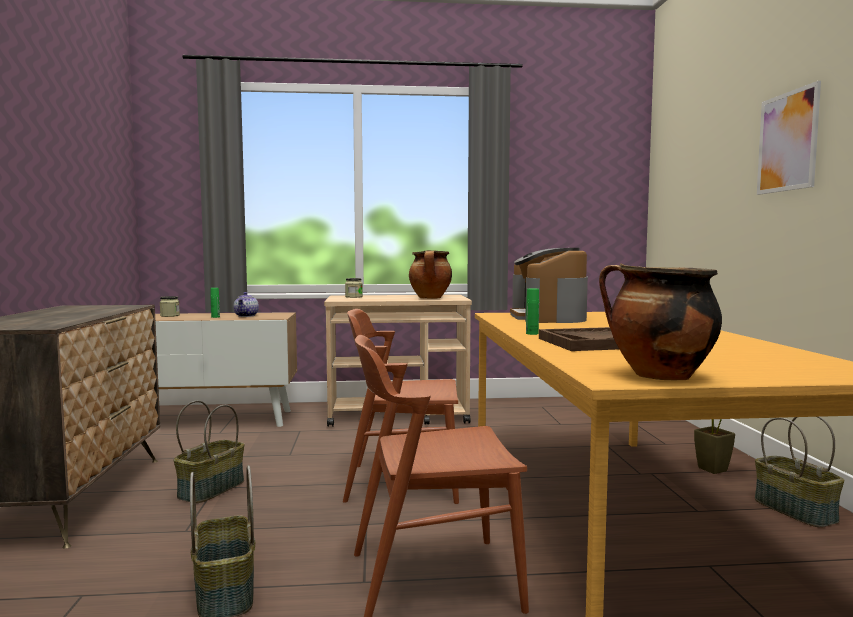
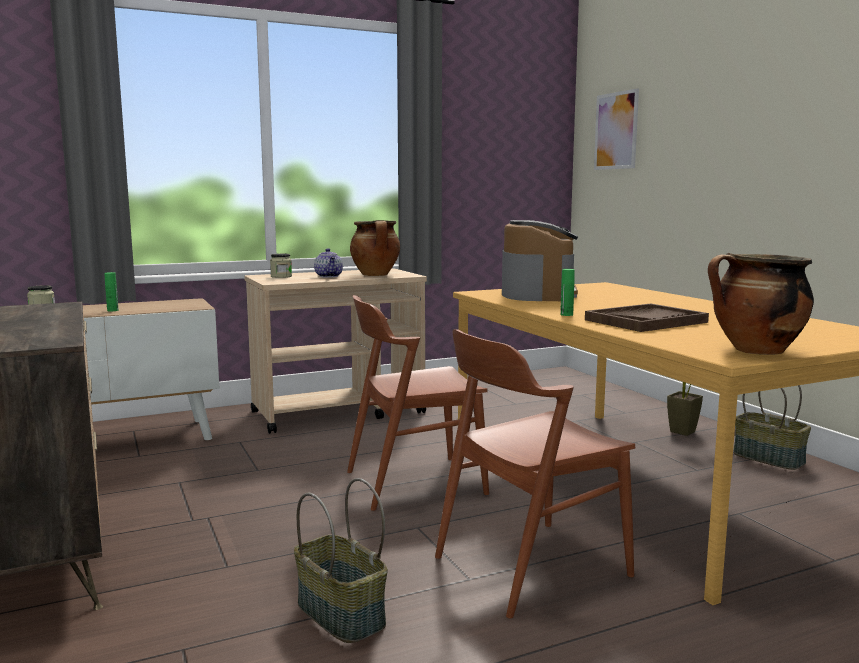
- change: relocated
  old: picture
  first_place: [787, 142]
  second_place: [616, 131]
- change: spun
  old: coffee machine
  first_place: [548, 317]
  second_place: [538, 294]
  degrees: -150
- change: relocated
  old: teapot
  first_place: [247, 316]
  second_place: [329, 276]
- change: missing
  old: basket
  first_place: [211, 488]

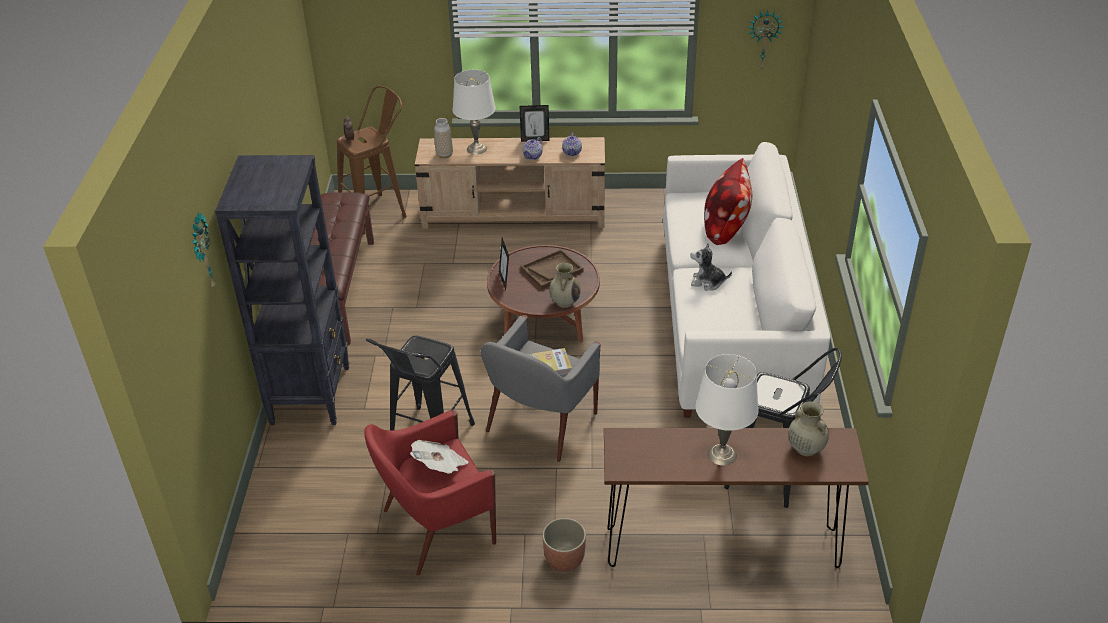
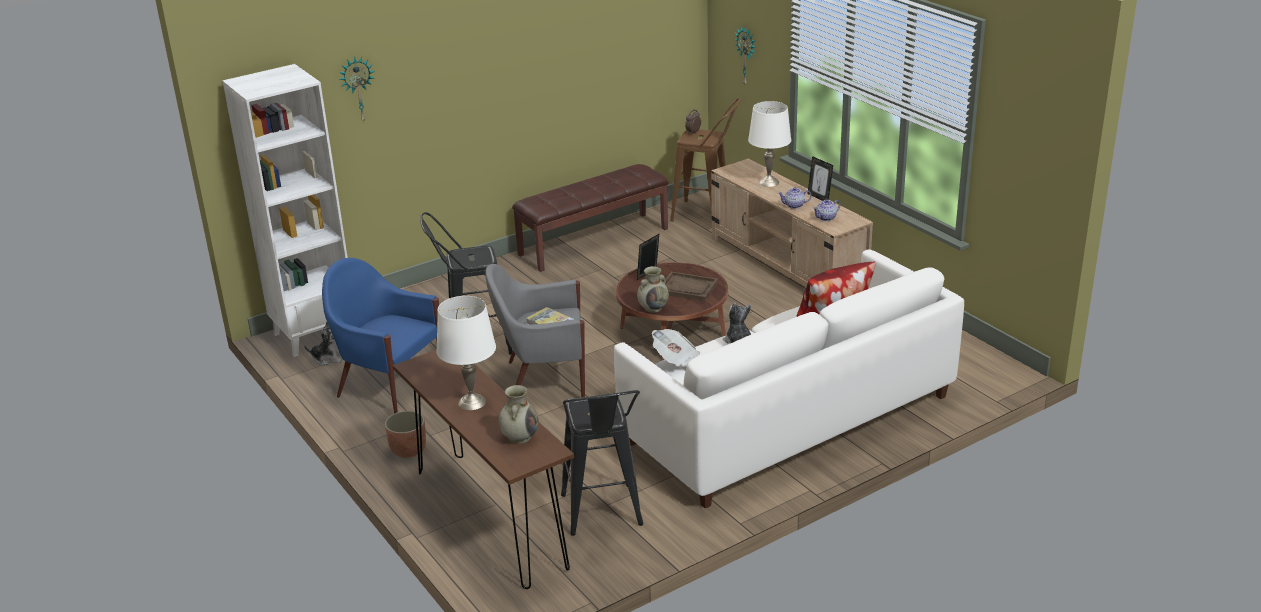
- change: relocated
  old: wall clock
  first_place: [764, 39]
  second_place: [747, 55]
- change: missing
  old: vase
  first_place: [444, 155]
- change: missing
  old: black bookcase
  first_place: [311, 394]
- change: colour
  old: red armchair
  new: blue armchair
  first_place: [436, 527]
  second_place: [389, 385]
- change: relocated
  old: newspaper
  first_place: [440, 466]
  second_place: [677, 361]
- change: appeared
  new: white bookcase
  second_place: [315, 334]
- change: appeared
  new: plush toy
  second_place: [328, 358]

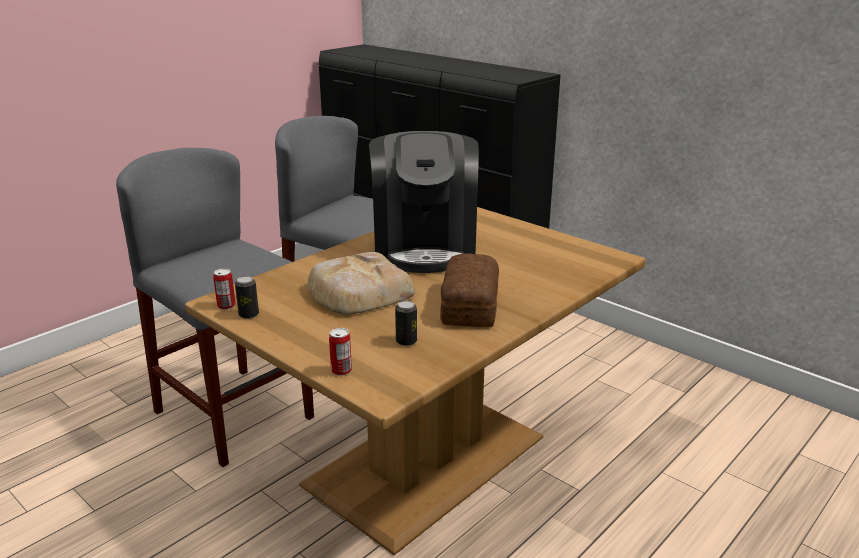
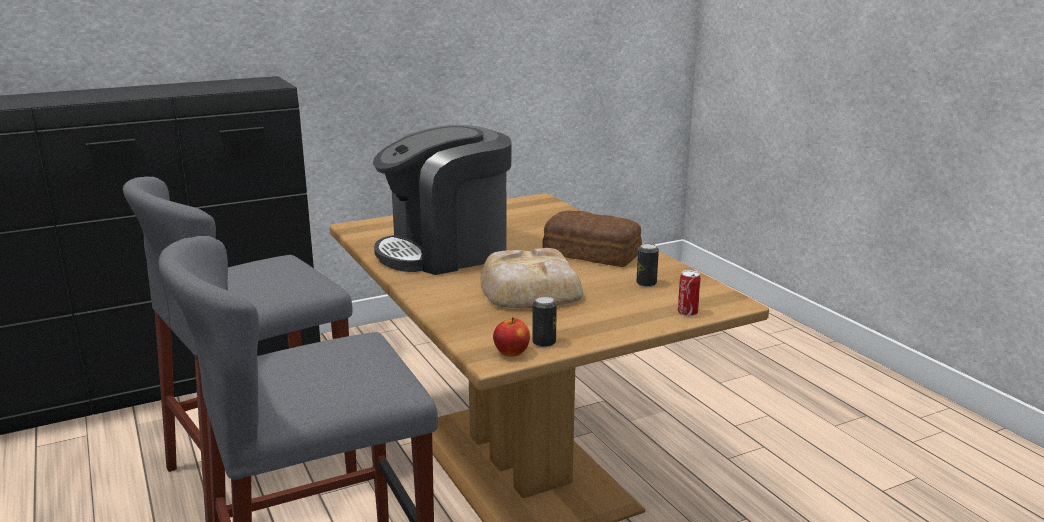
- change: spun
  old: coffee machine
  first_place: [424, 247]
  second_place: [446, 252]
  degrees: 135
- change: exchanged
  old: can
  new: apple
  first_place: [226, 306]
  second_place: [511, 353]

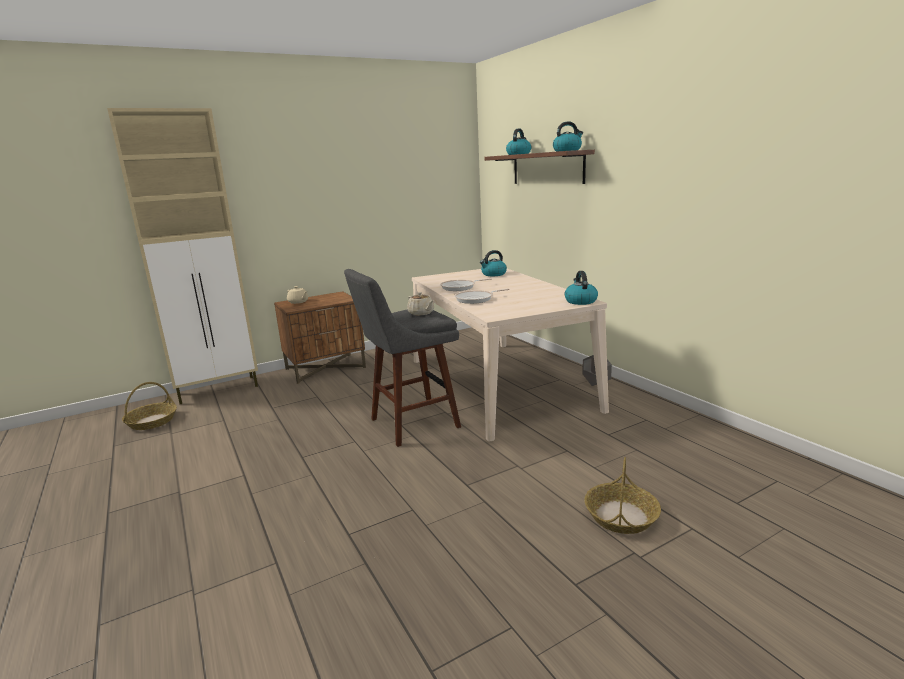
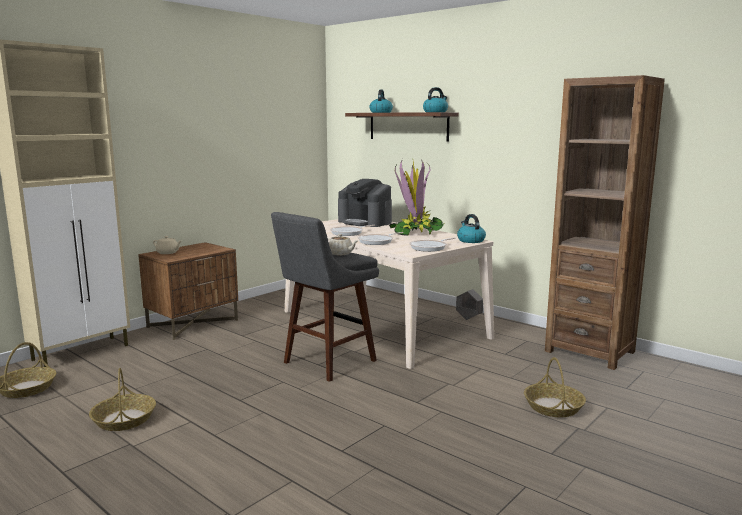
- change: exchanged
  old: kettle
  new: coffee machine
  first_place: [493, 274]
  second_place: [365, 222]
- change: appeared
  new: brown bookcase
  second_place: [589, 351]
- change: appeared
  new: potted plant
  second_place: [416, 232]
- change: appeared
  new: frying pan
  second_place: [430, 248]
- change: appeared
  new: basket
  second_place: [124, 419]

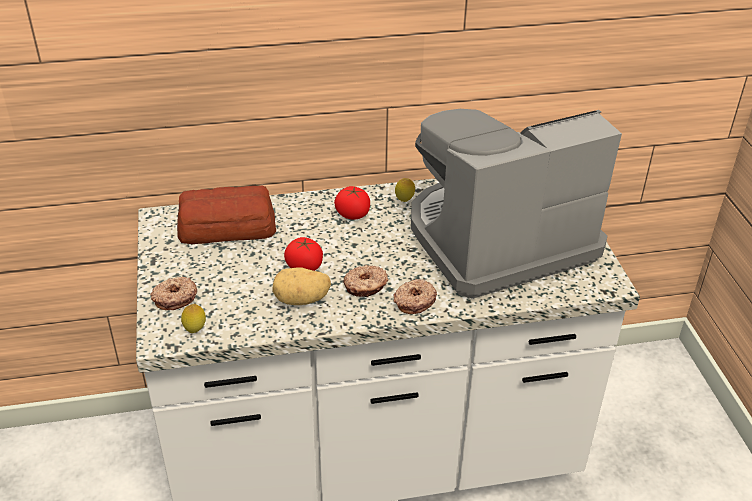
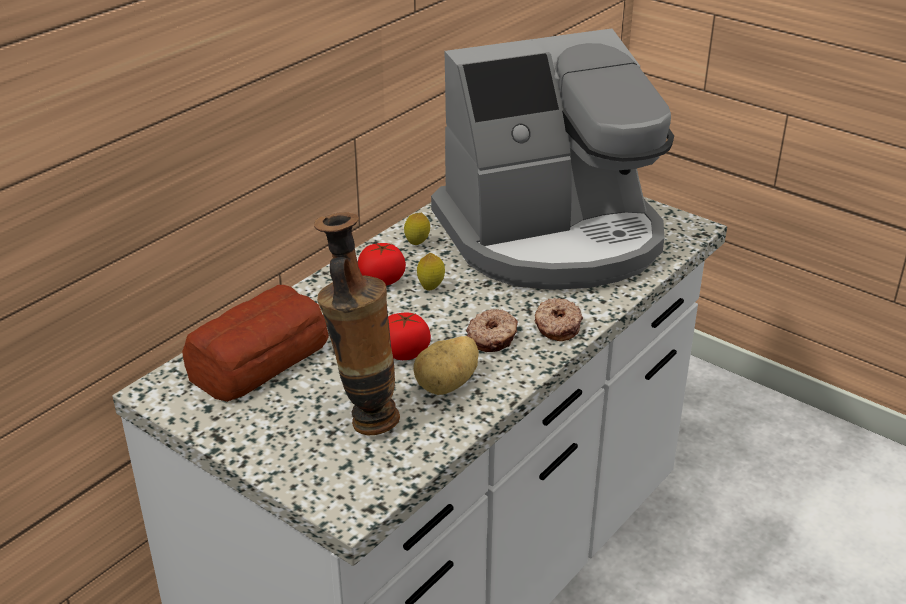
- change: spun
  old: coffee machine
  first_place: [497, 239]
  second_place: [552, 237]
  degrees: -135
- change: missing
  old: donut
  first_place: [174, 298]
- change: relocated
  old: lemon
  first_place: [195, 330]
  second_place: [431, 288]
- change: appeared
  new: vase
  second_place: [364, 417]

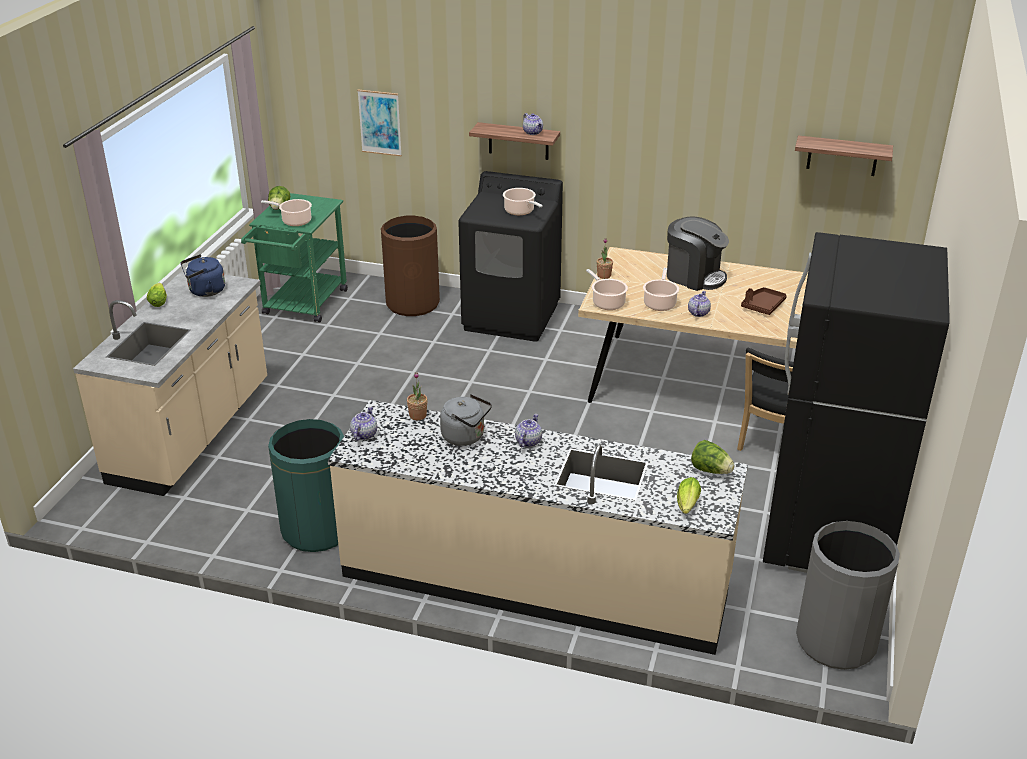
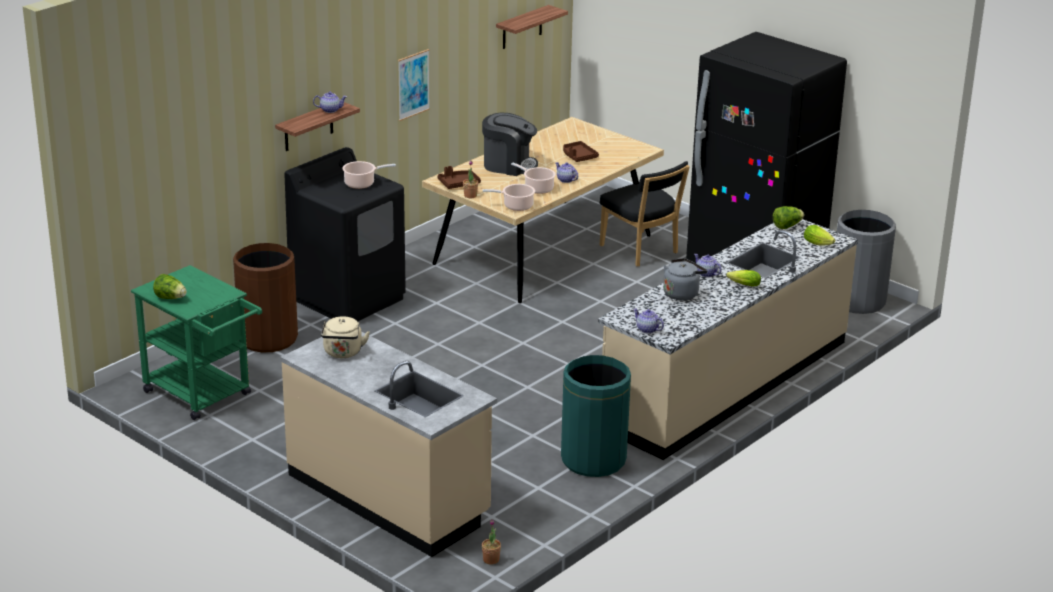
- change: relocated
  old: picture
  first_place: [380, 123]
  second_place: [413, 84]
- change: missing
  old: cooking pot
  first_place: [294, 221]
- change: spun
  old: coffee machine
  first_place: [694, 276]
  second_place: [508, 165]
  degrees: 45
- change: colour
  old: blue kettle
  new: beige kettle
  first_place: [205, 291]
  second_place: [343, 353]
- change: relocated
  old: lettuce
  first_place: [159, 301]
  second_place: [742, 285]
- change: relocated
  old: potted plant
  first_place: [417, 415]
  second_place: [491, 560]
- change: appeared
  new: brown tray
  second_place: [458, 184]

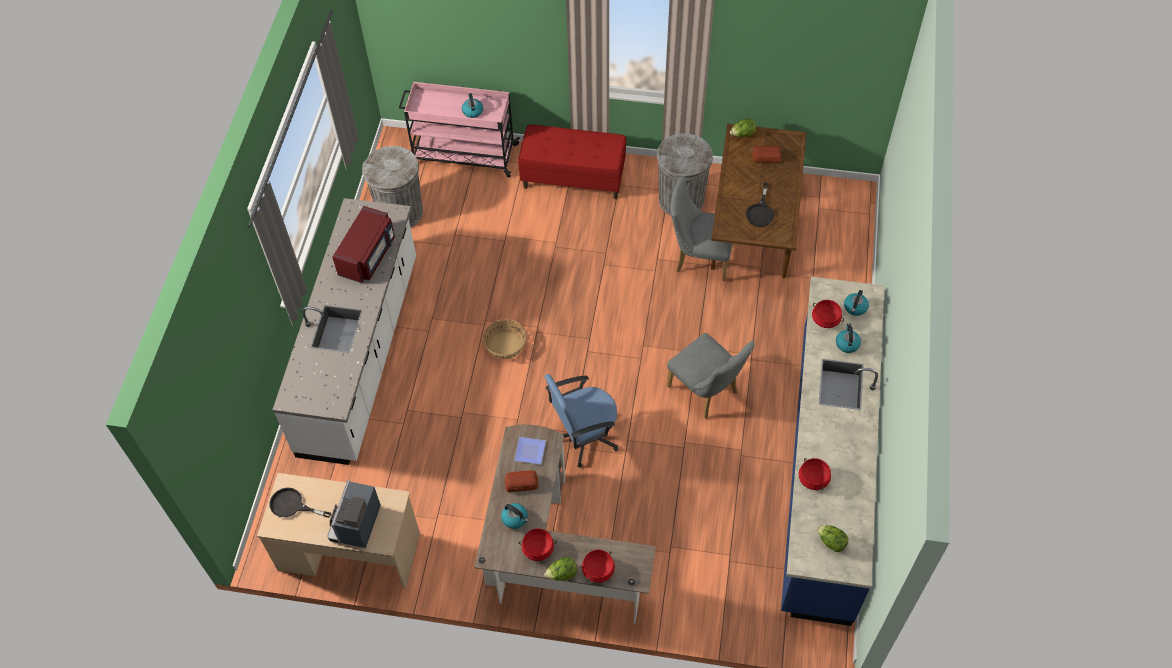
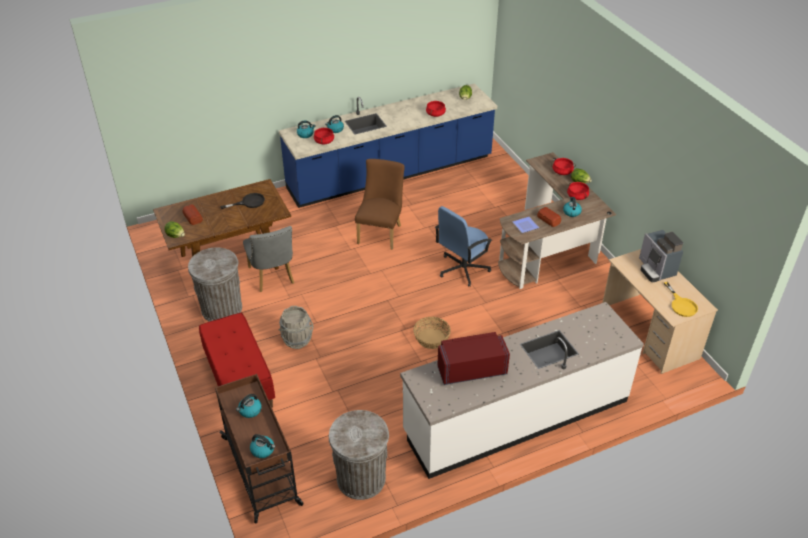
- change: colour
  old: pink cart
  new: brown cart
  first_place: [462, 155]
  second_place: [262, 472]
- change: colour
  old: grey chair
  new: brown chair
  first_place: [706, 392]
  second_place: [381, 232]
- change: spun
  old: blue office chair
  first_place: [583, 436]
  second_place: [462, 269]
  degrees: 105
- change: spun
  old: coffee machine
  first_place: [356, 526]
  second_place: [656, 269]
  degrees: 90
- change: colour
  old: black frying pan
  new: yellow frying pan
  first_place: [292, 505]
  second_place: [681, 305]
- change: appeared
  new: grey bucket
  second_place: [297, 339]
- change: appeared
  new: kettle
  second_place: [263, 450]

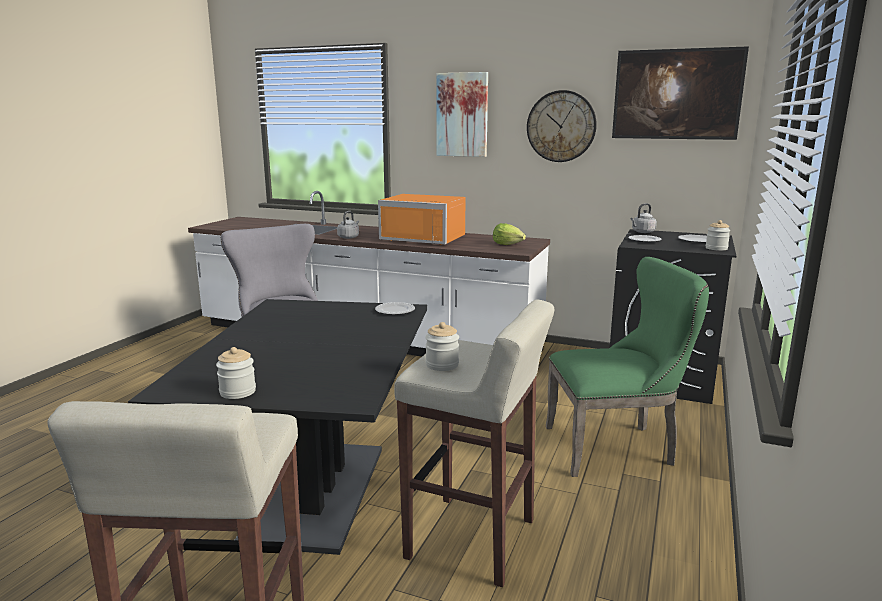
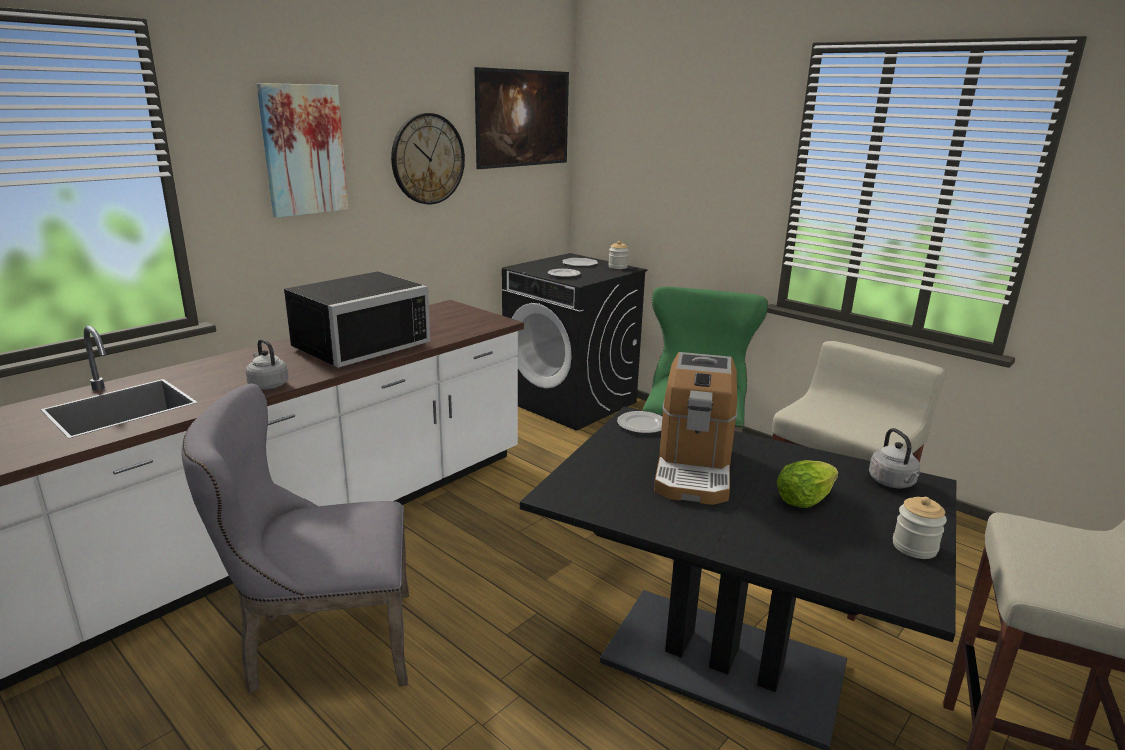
- change: colour
  old: orange microwave
  new: black microwave
  first_place: [425, 238]
  second_place: [357, 345]
- change: relocated
  old: grey kettle
  first_place: [642, 232]
  second_place: [893, 483]
- change: relocated
  old: lettuce
  first_place: [507, 244]
  second_place: [803, 500]
- change: missing
  old: jar
  first_place: [442, 365]
- change: appeared
  new: coffee machine
  second_place: [693, 469]

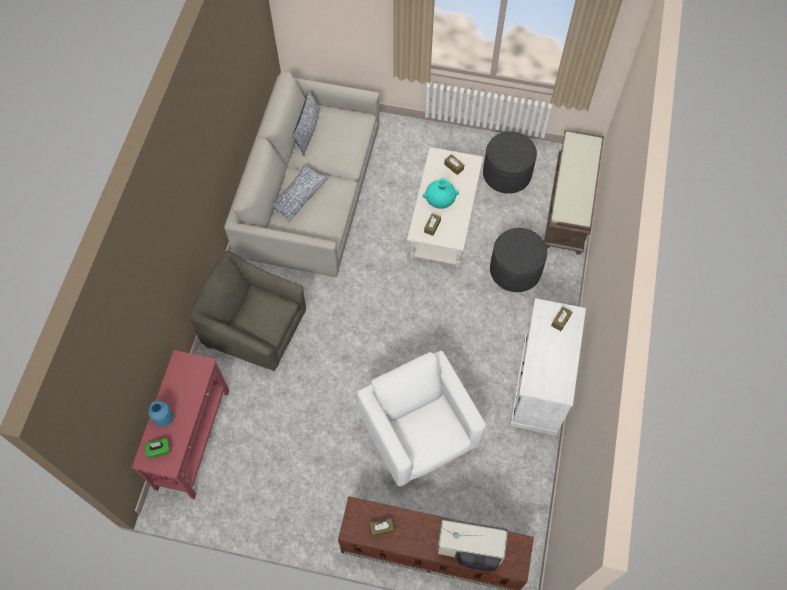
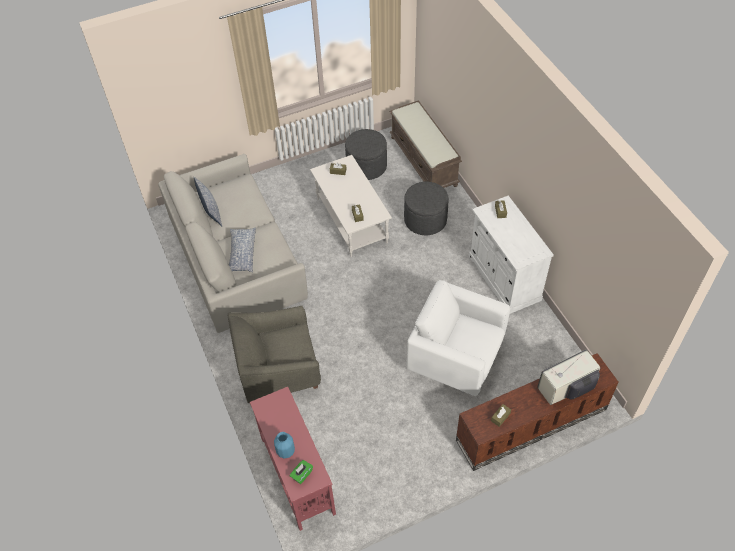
- change: missing
  old: turquoise vase
  first_place: [440, 200]

